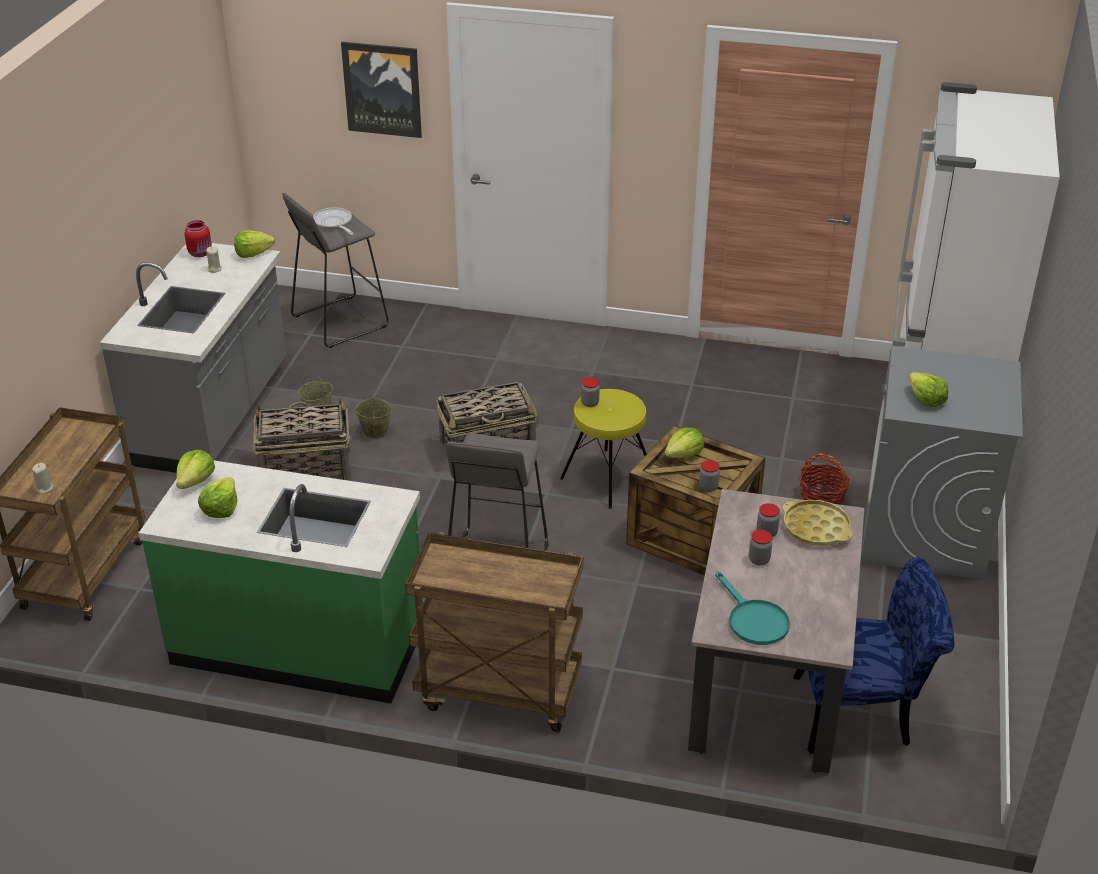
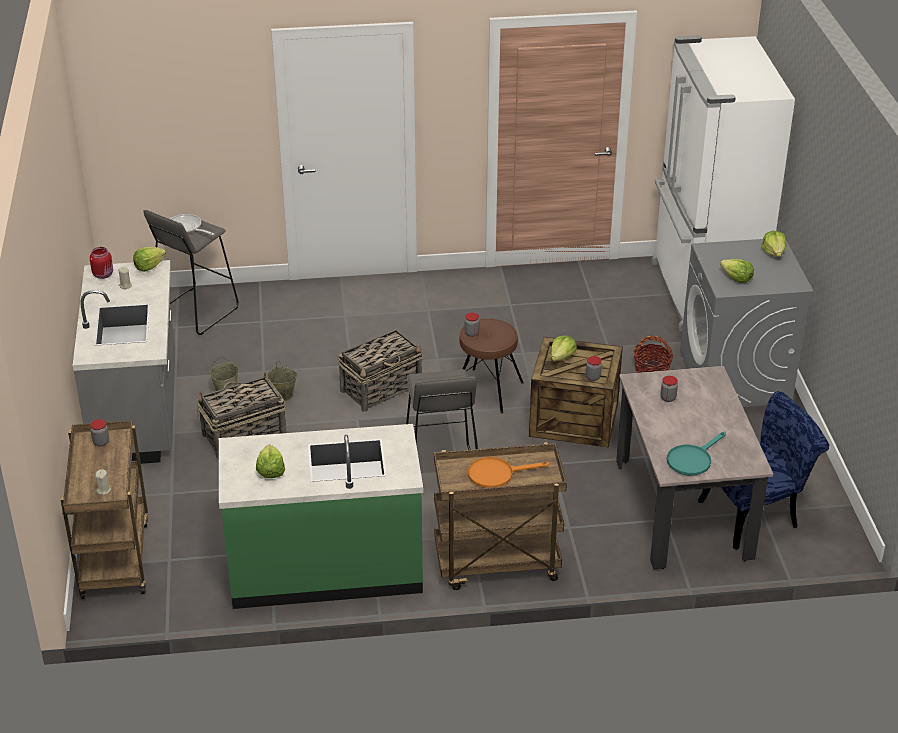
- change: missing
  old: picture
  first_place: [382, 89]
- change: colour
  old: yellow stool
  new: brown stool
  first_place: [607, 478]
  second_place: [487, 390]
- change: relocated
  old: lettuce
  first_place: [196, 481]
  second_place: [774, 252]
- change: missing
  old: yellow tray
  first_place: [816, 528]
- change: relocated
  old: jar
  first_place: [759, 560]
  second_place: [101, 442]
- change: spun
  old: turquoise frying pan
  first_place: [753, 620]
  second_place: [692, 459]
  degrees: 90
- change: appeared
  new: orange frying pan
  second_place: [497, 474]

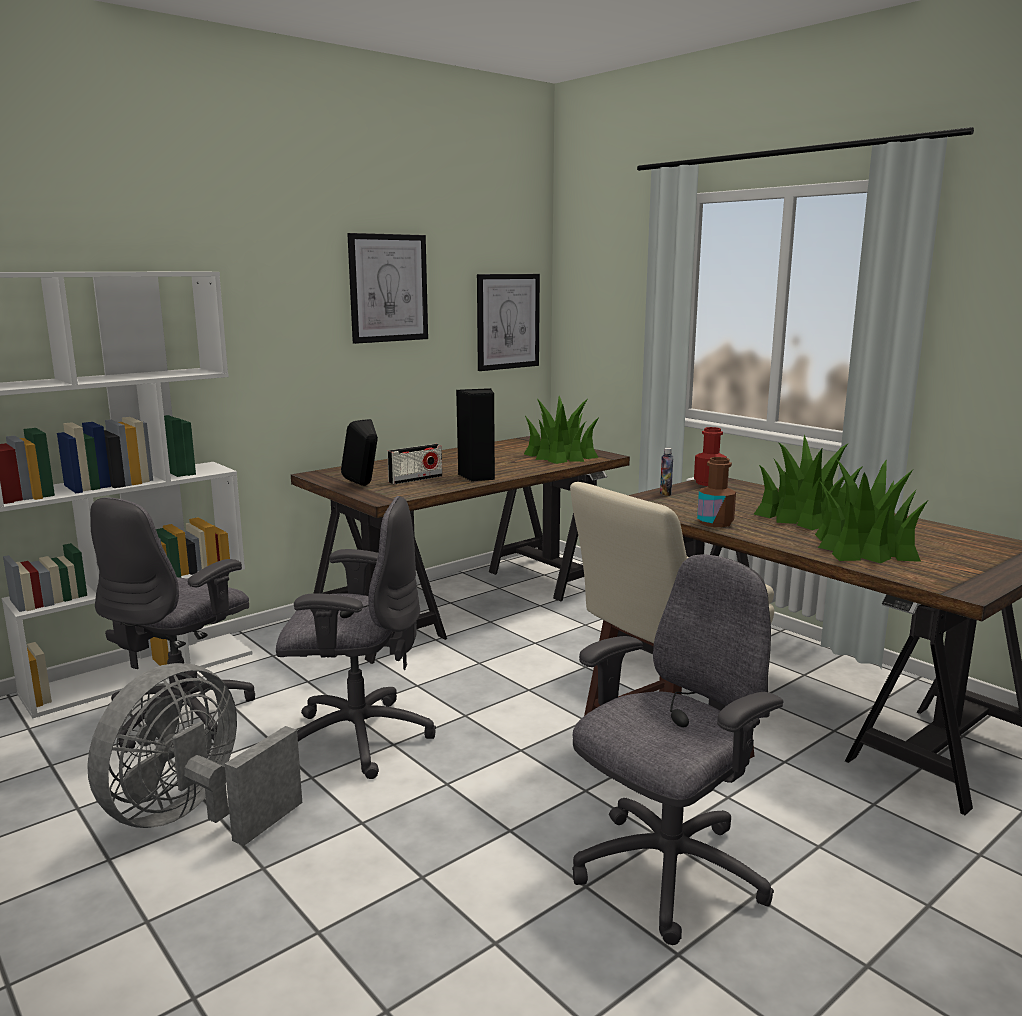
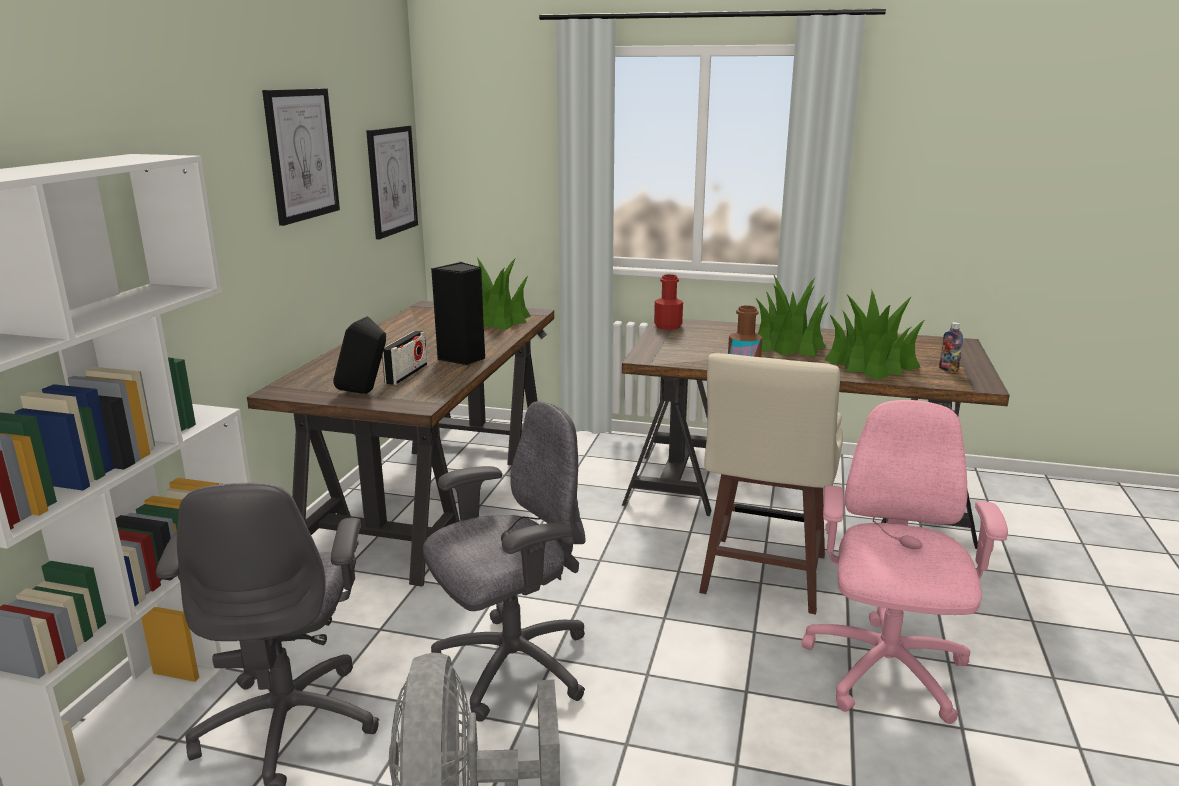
- change: relocated
  old: bottle
  first_place: [665, 493]
  second_place: [948, 369]
- change: colour
  old: grey office chair
  new: pink office chair
  first_place: [666, 873]
  second_place: [885, 672]

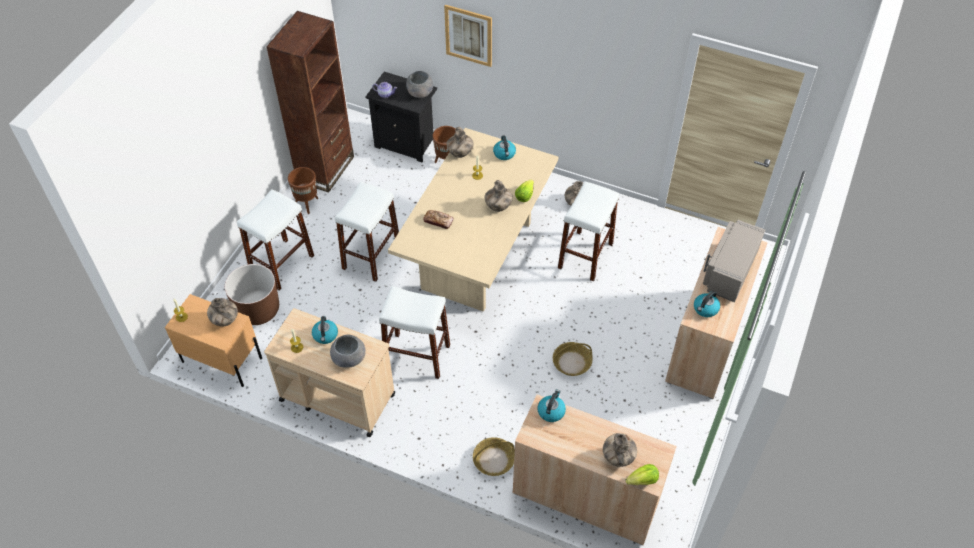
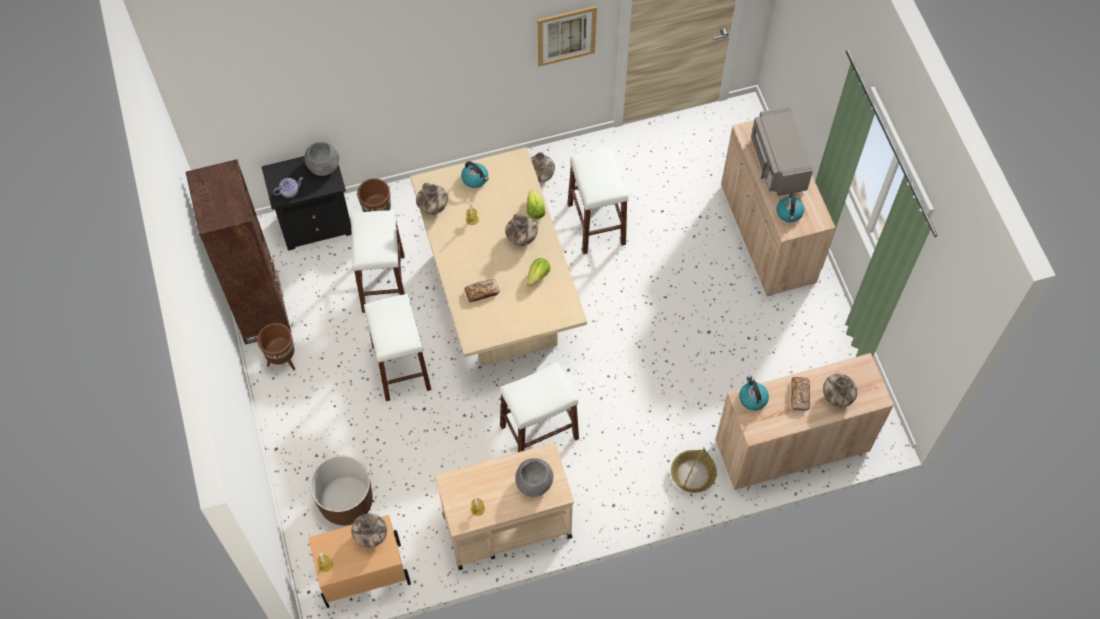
- change: relocated
  old: picture
  first_place: [468, 35]
  second_place: [566, 35]
- change: relocated
  old: white stool
  first_place: [282, 264]
  second_place: [383, 283]
- change: missing
  old: kettle
  first_place: [325, 335]
- change: missing
  old: basket
  first_place: [571, 363]
- change: relocated
  old: lettuce
  first_place: [642, 480]
  second_place: [538, 276]
- change: appeared
  new: bread
  second_place: [799, 395]

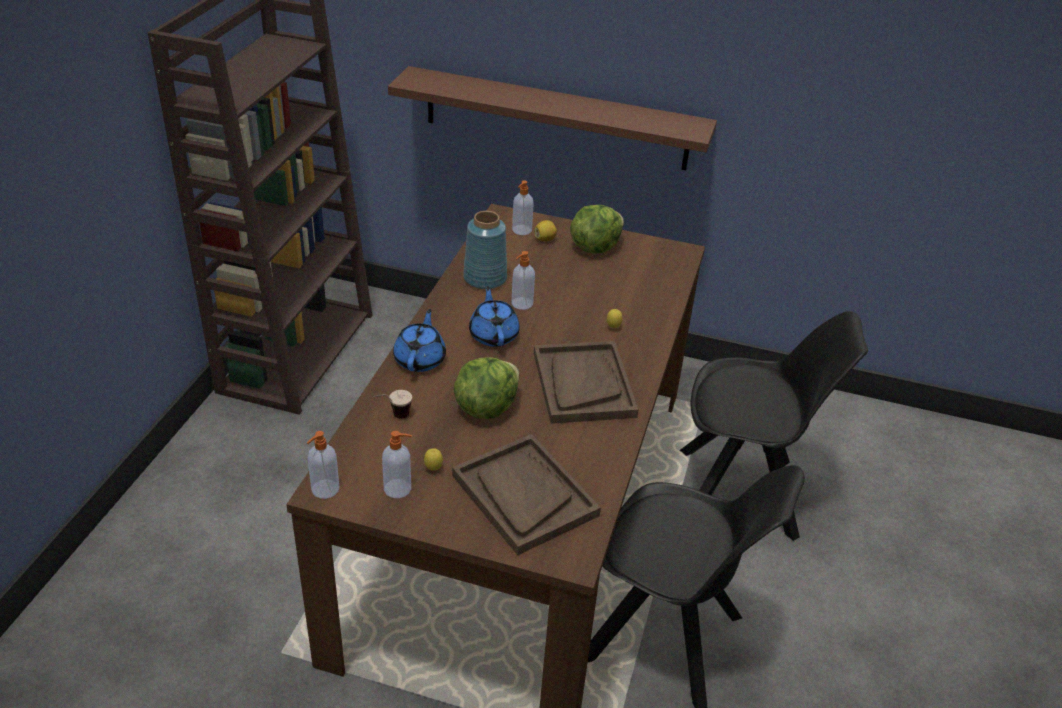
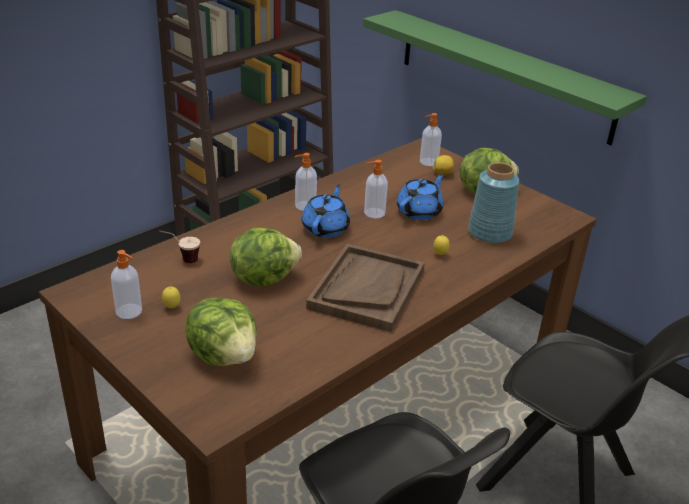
- change: colour
  old: brown shelf
  new: green shelf
  first_place: [556, 119]
  second_place: [503, 74]
- change: relocated
  old: blue vase
  first_place: [484, 279]
  second_place: [489, 233]
- change: relocated
  old: blue teapot
  first_place: [420, 359]
  second_place: [420, 211]
- change: relocated
  old: soap dispenser
  first_place: [324, 489]
  second_place: [304, 206]
- change: exchanged
  old: brown tray
  new: lettuce
  first_place: [524, 495]
  second_place: [224, 355]

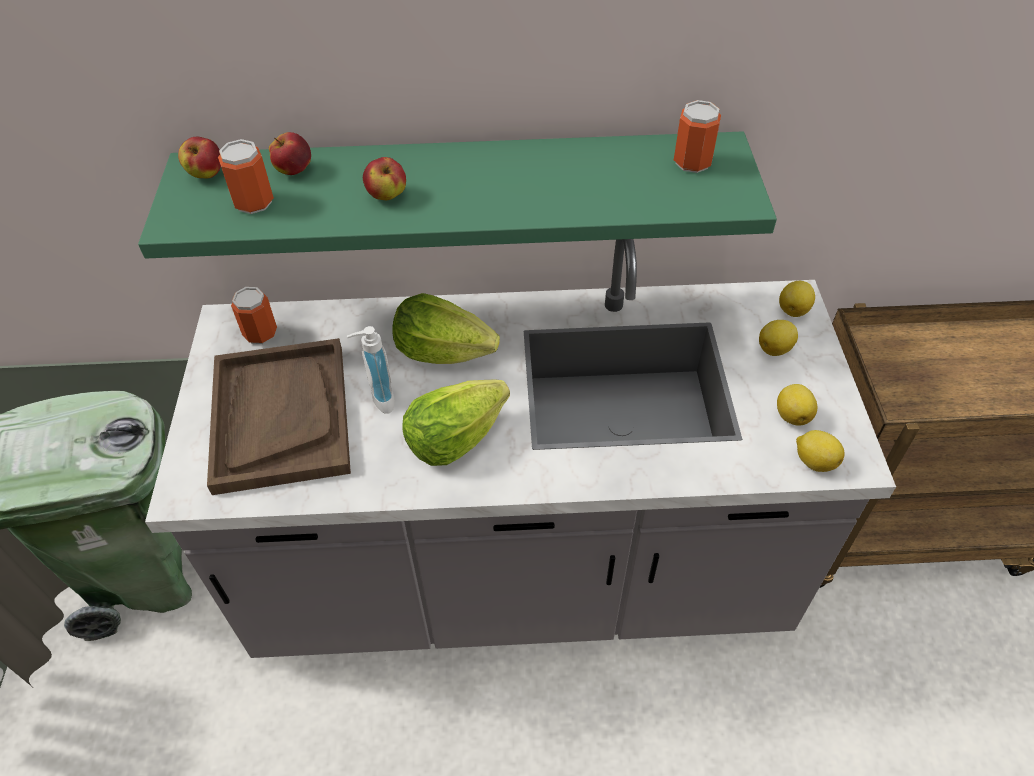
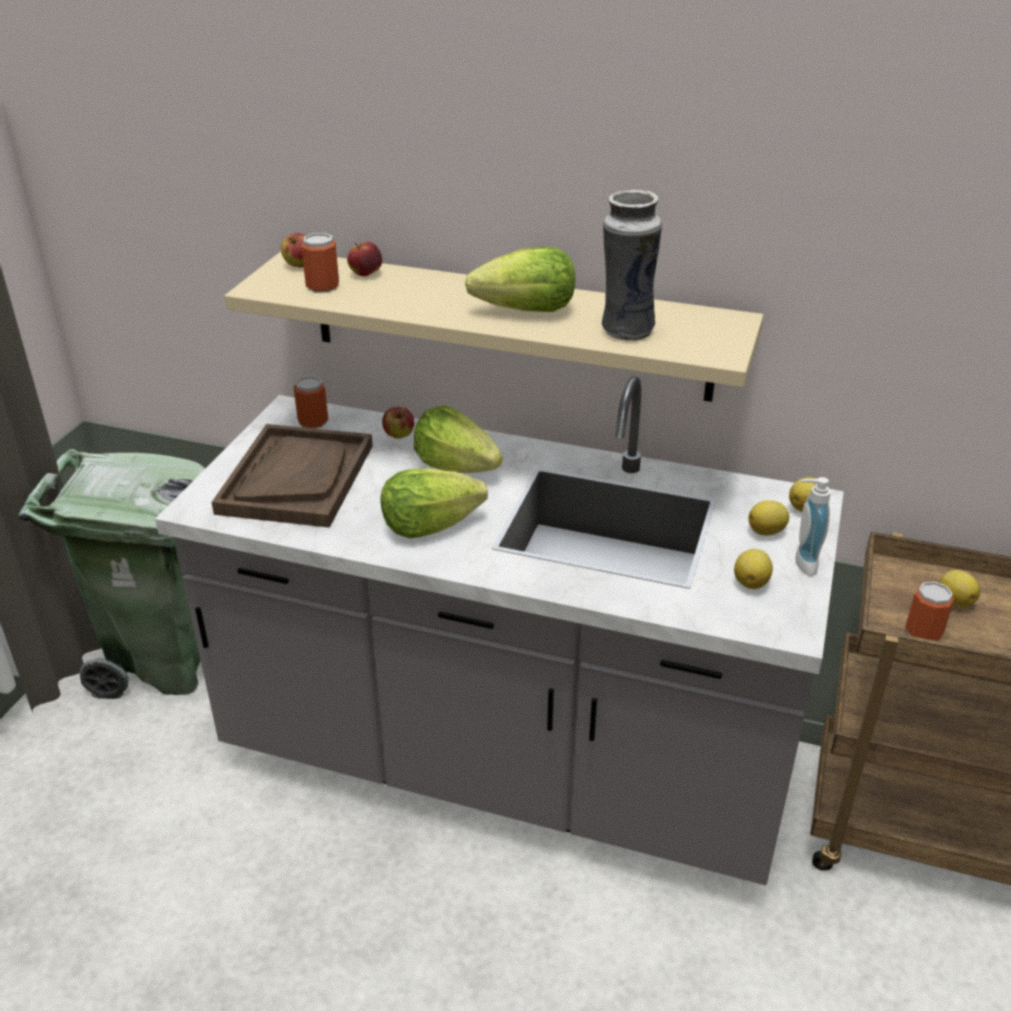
- change: relocated
  old: can
  first_place: [692, 162]
  second_place: [923, 633]
- change: colour
  old: green shelf
  new: beige shelf
  first_place: [462, 188]
  second_place: [508, 325]
- change: relocated
  old: apple
  first_place: [387, 196]
  second_place: [399, 436]
- change: relocated
  old: soap dispenser
  first_place: [378, 400]
  second_place: [801, 563]
- change: relocated
  old: lemon
  first_place: [814, 461]
  second_place: [954, 601]
- change: appeared
  new: vase
  second_place: [625, 331]
- change: appeared
  new: lettuce
  second_place: [527, 311]

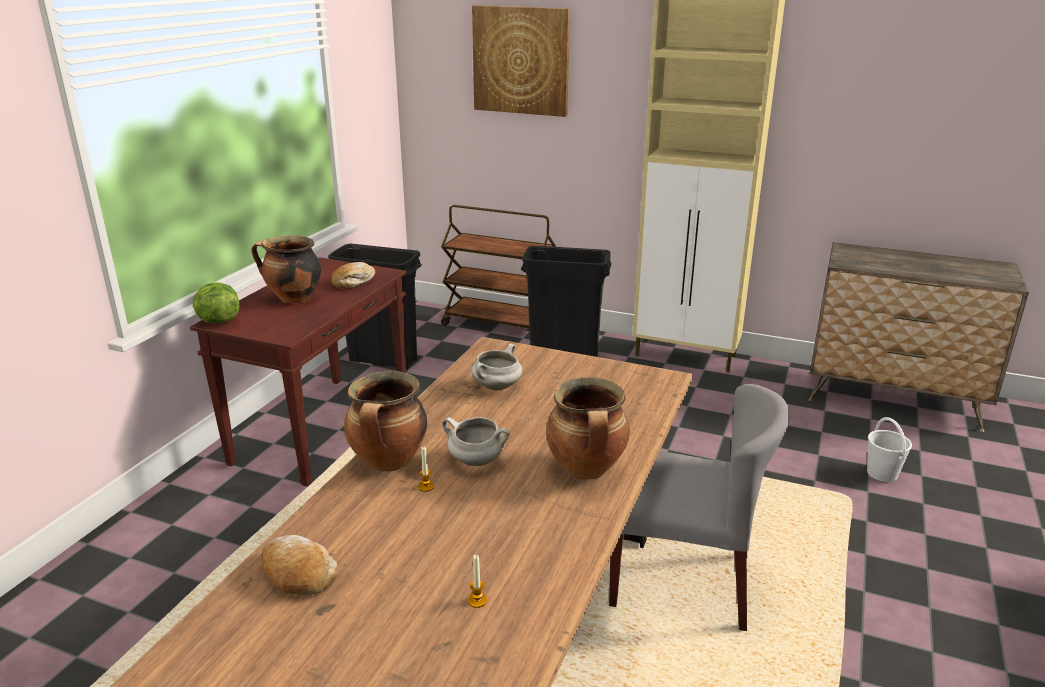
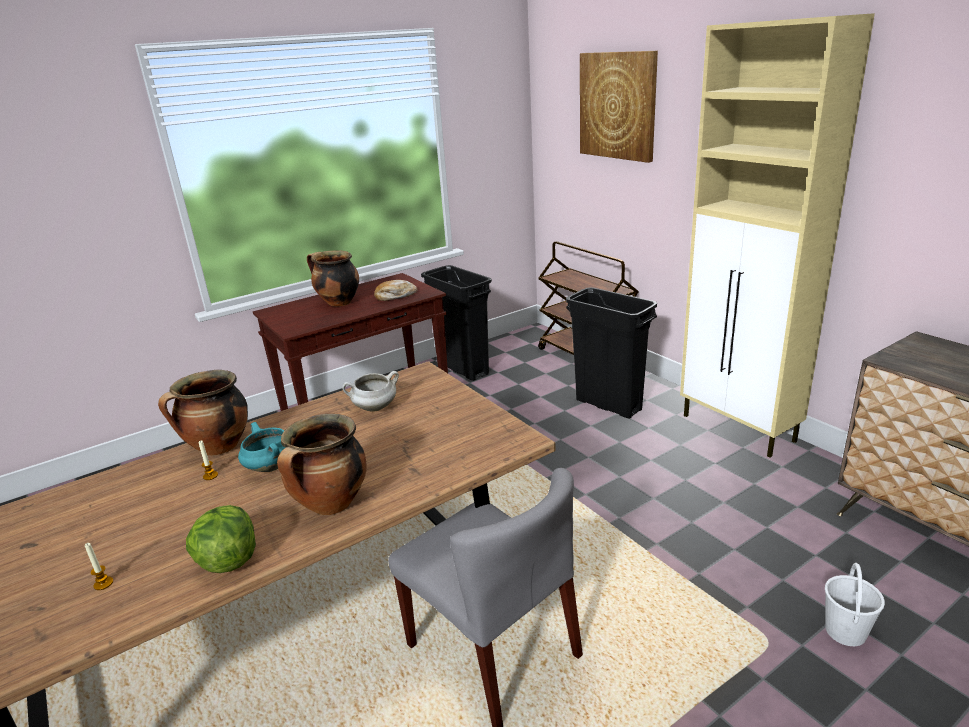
- change: relocated
  old: lettuce
  first_place: [217, 321]
  second_place: [228, 560]
- change: colour
  old: white cooking pot
  new: turquoise cooking pot
  first_place: [475, 461]
  second_place: [269, 467]
- change: missing
  old: bread
  first_place: [298, 574]

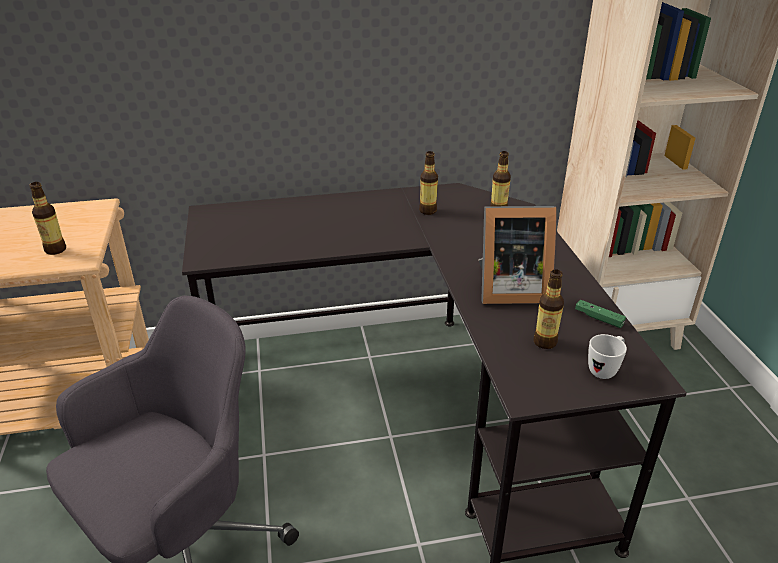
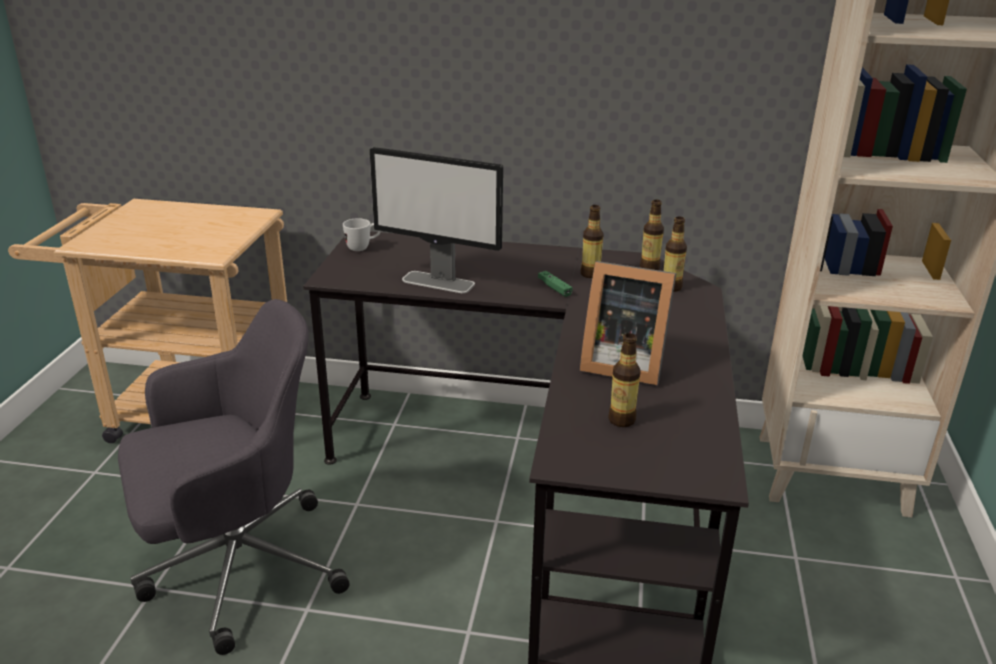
- change: relocated
  old: bottle
  first_place: [55, 250]
  second_place: [649, 268]
- change: relocated
  old: green game controller
  first_place: [598, 318]
  second_place: [554, 288]
- change: relocated
  old: white mug
  first_place: [605, 369]
  second_place: [363, 248]
- change: appeared
  new: monitor
  second_place: [439, 282]

